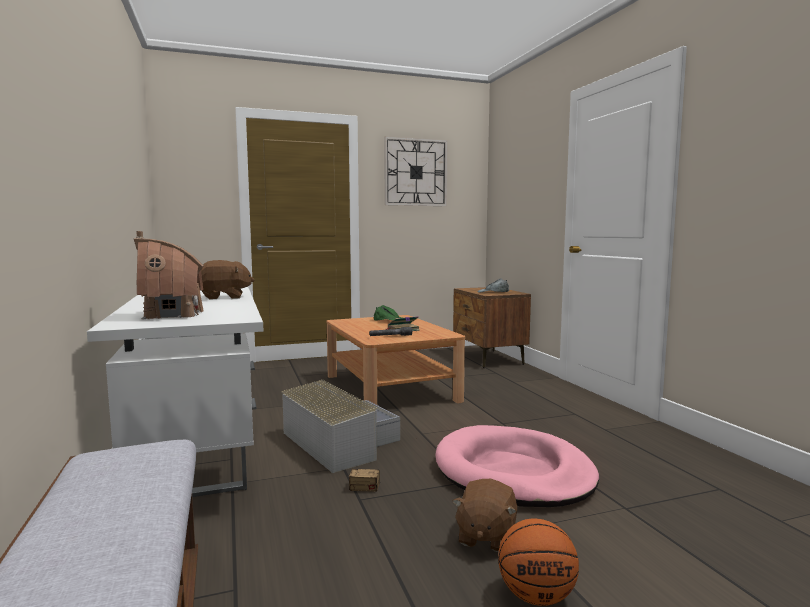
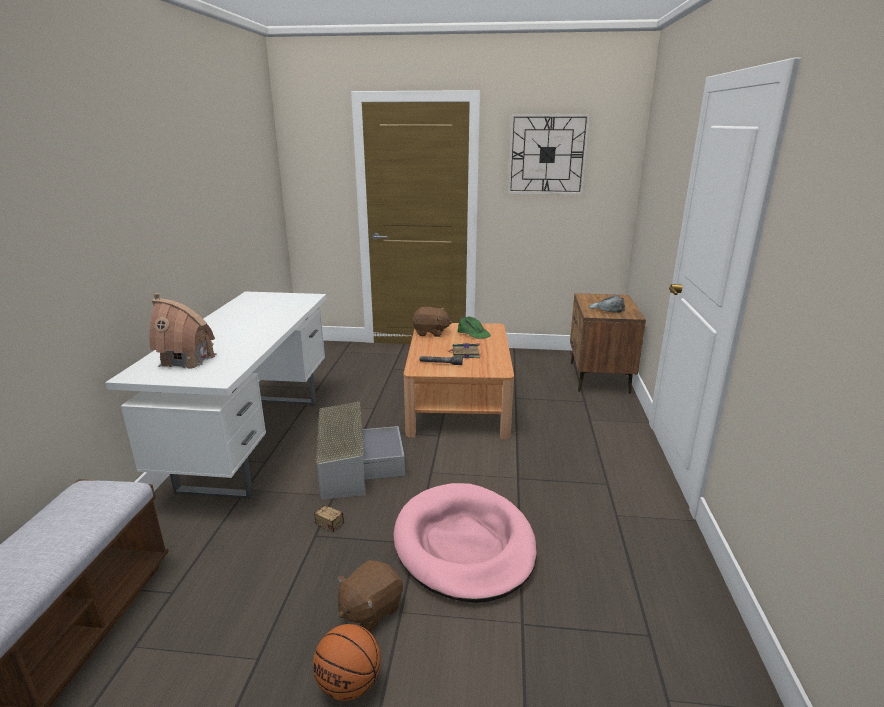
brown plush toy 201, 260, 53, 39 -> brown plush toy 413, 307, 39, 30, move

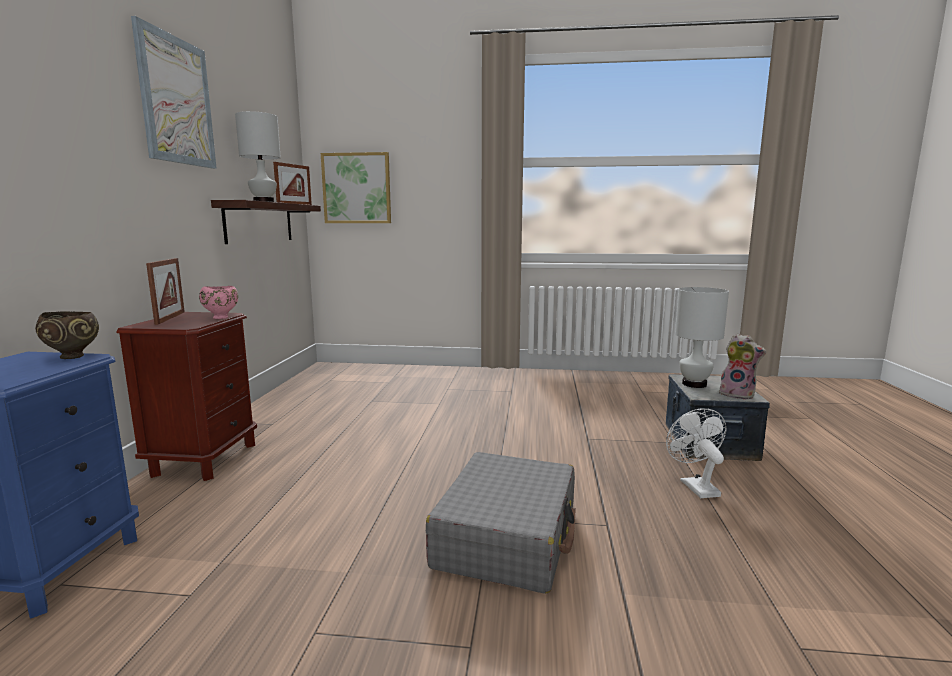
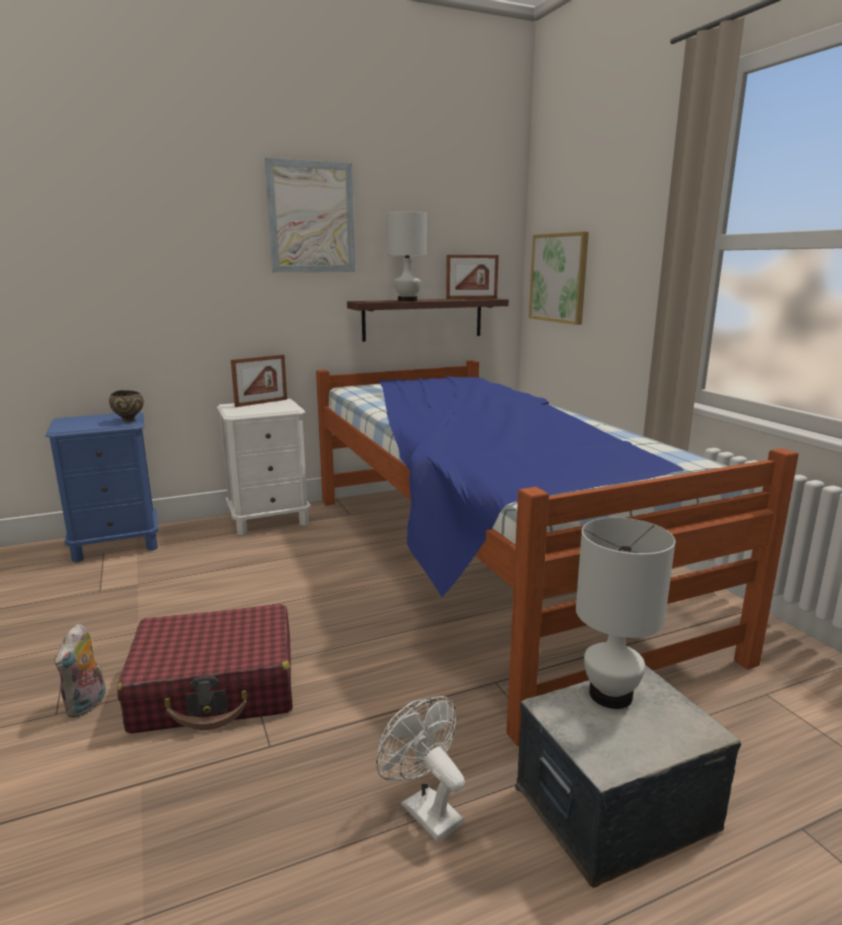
brown nightstand 116, 312, 141, 169 -> white nightstand 217, 399, 94, 136
pink bowl 199, 286, 39, 33 -> none
grey suitcase 426, 452, 150, 142 -> red suitcase 117, 604, 176, 130
white fan 666, 408, 61, 90 -> white fan 376, 696, 89, 146, 90 degrees counterclockwise
plush toy 719, 333, 48, 67 -> plush toy 55, 624, 51, 94, move
none -> bed 316, 360, 483, 386

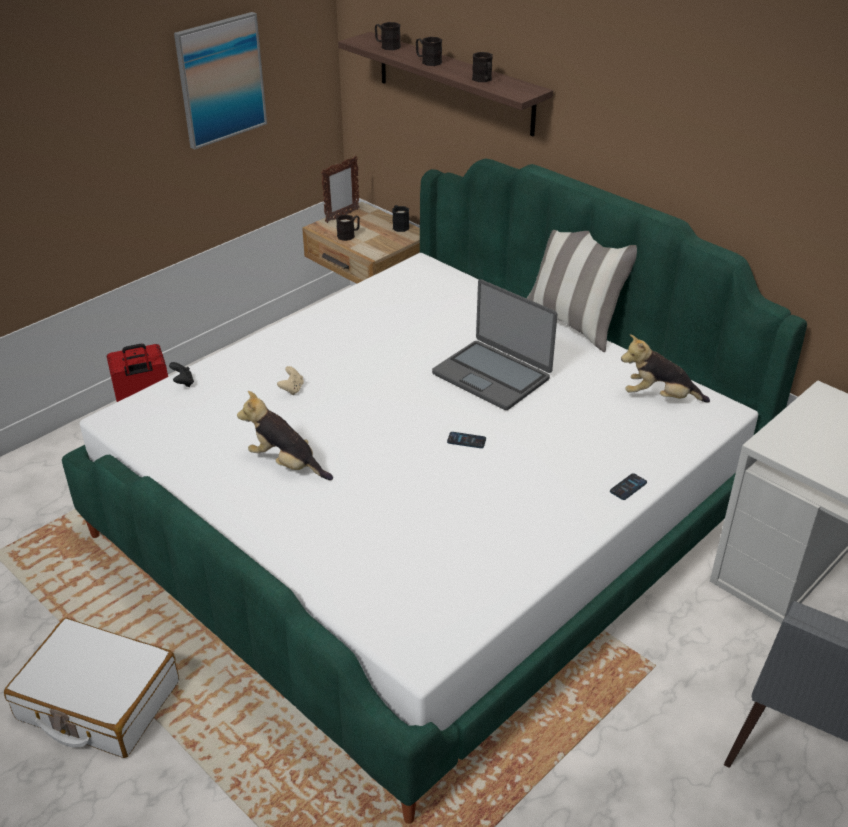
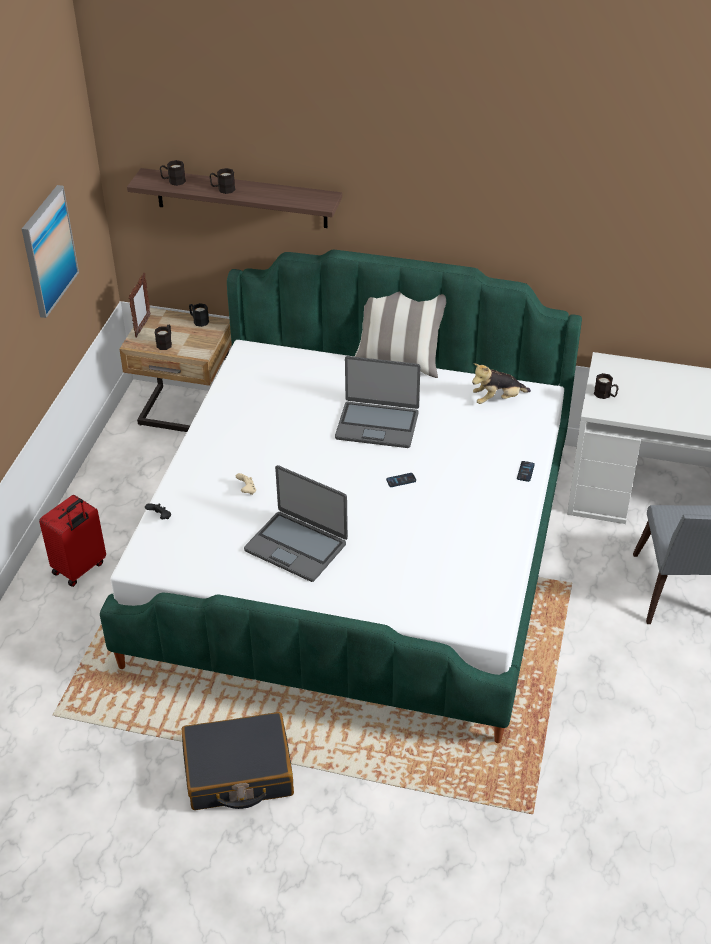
white suitcase 4, 618, 175, 140 -> black suitcase 182, 712, 112, 98
plush toy 237, 391, 96, 89 -> laptop 244, 465, 104, 117
black mug 472, 52, 21, 30 -> black mug 594, 373, 24, 26, move

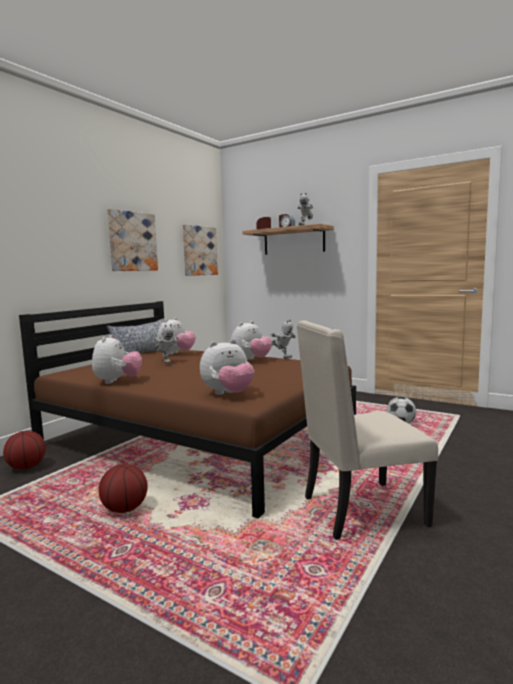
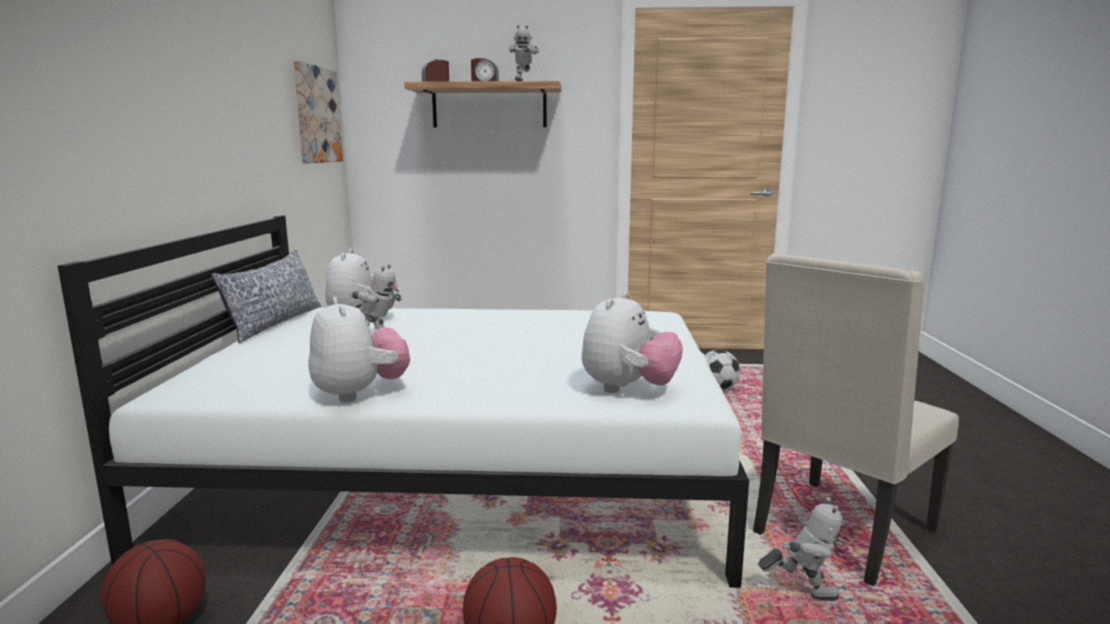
brown bed 19, 301, 337, 217 -> white bed 58, 215, 691, 373
picture 107, 209, 51, 62 -> none
plush toy 231, 321, 41, 39 -> none
toy robot 270, 320, 26, 38 -> toy robot 758, 497, 88, 104, move

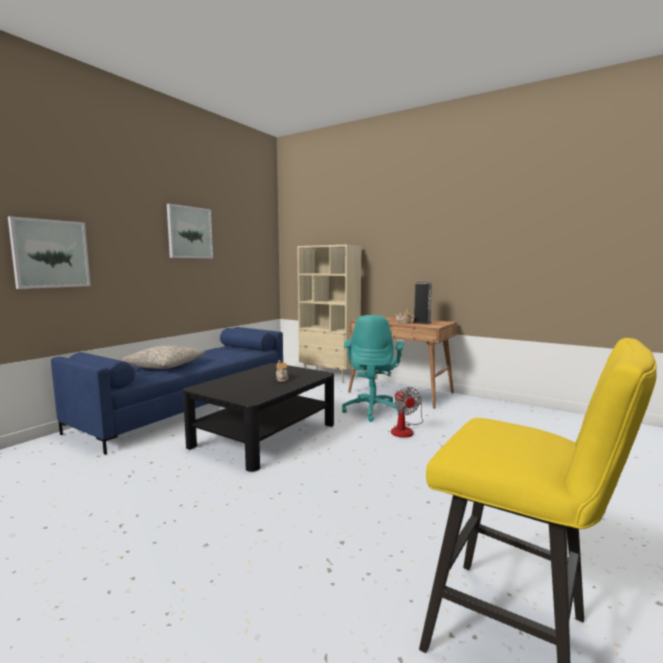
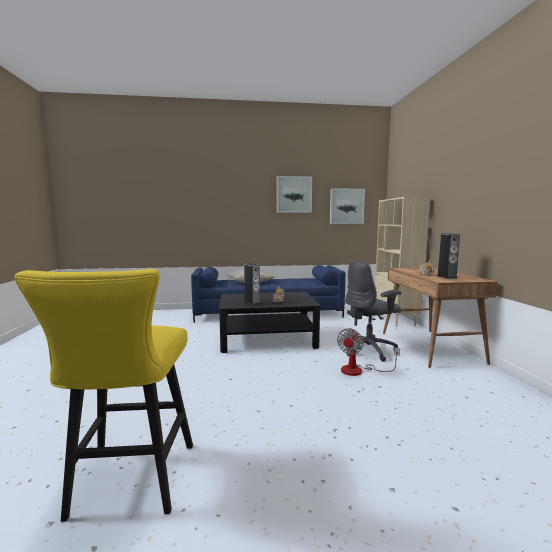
picture 8, 216, 83, 73 -> picture 330, 188, 35, 36, move
turquoise office chair 342, 315, 62, 107 -> grey office chair 345, 260, 56, 102
none -> speaker 244, 263, 17, 43

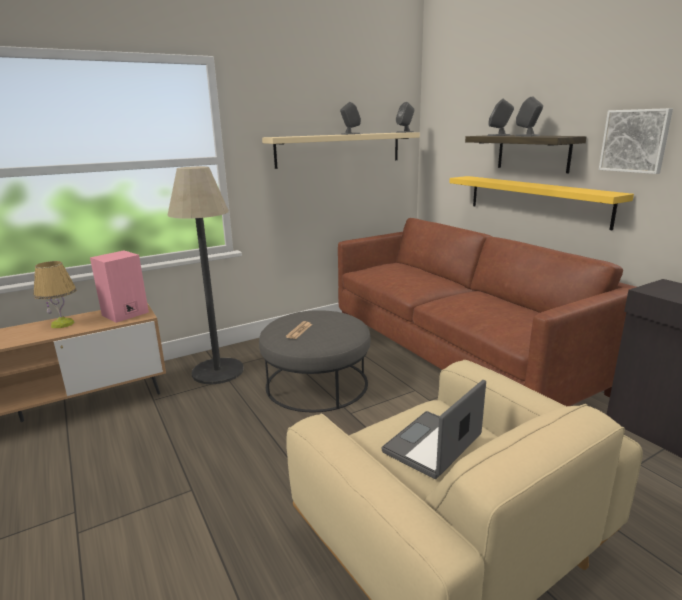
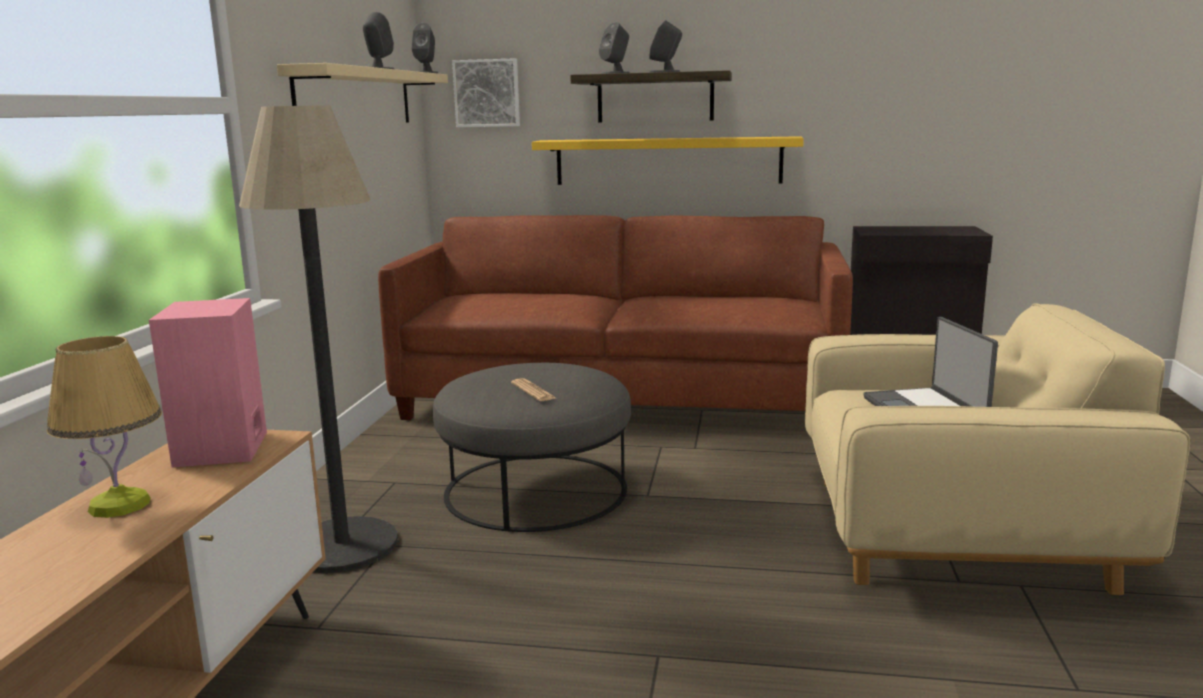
picture 599, 108, 74, 66 -> picture 452, 58, 68, 69, move

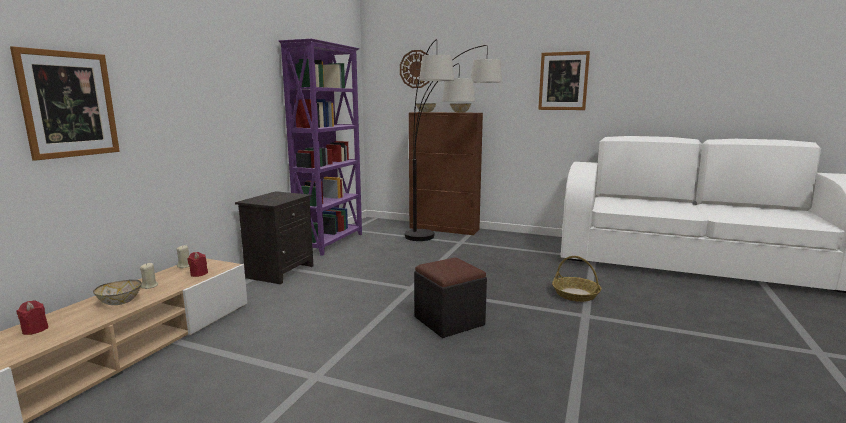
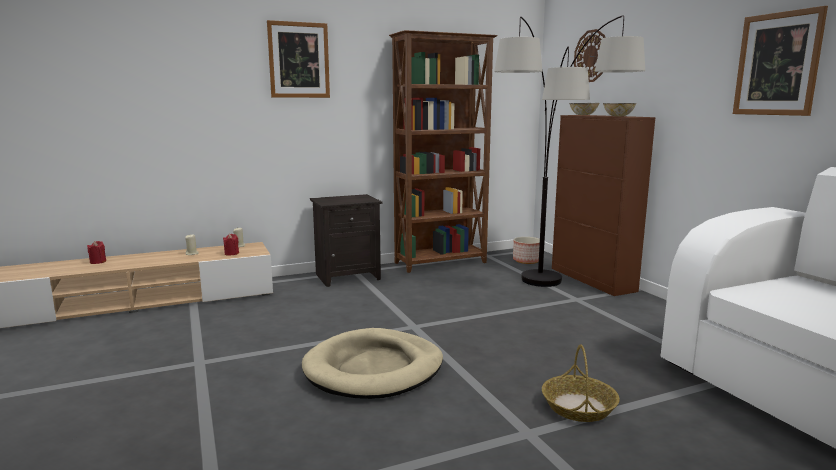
picture 10, 46, 110, 115 -> picture 267, 20, 63, 78, move
bowl 93, 280, 49, 25 -> none
purple bookcase 279, 38, 83, 218 -> brown bookcase 389, 30, 109, 243
black ottoman 414, 257, 73, 81 -> beige dog bed 302, 328, 141, 71
none -> planter 513, 237, 27, 27

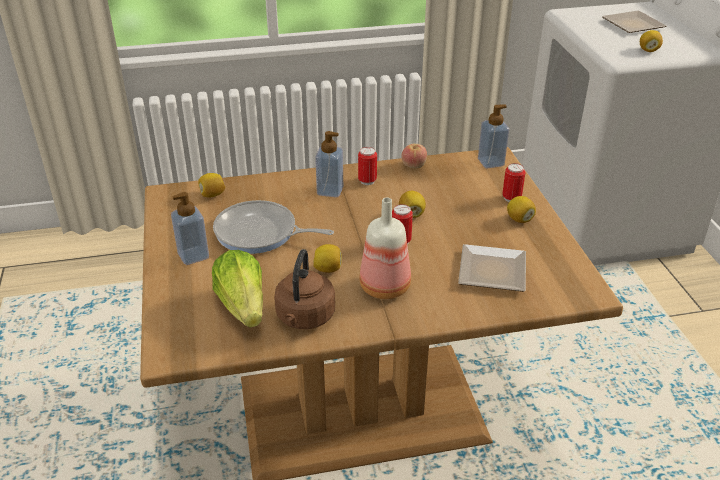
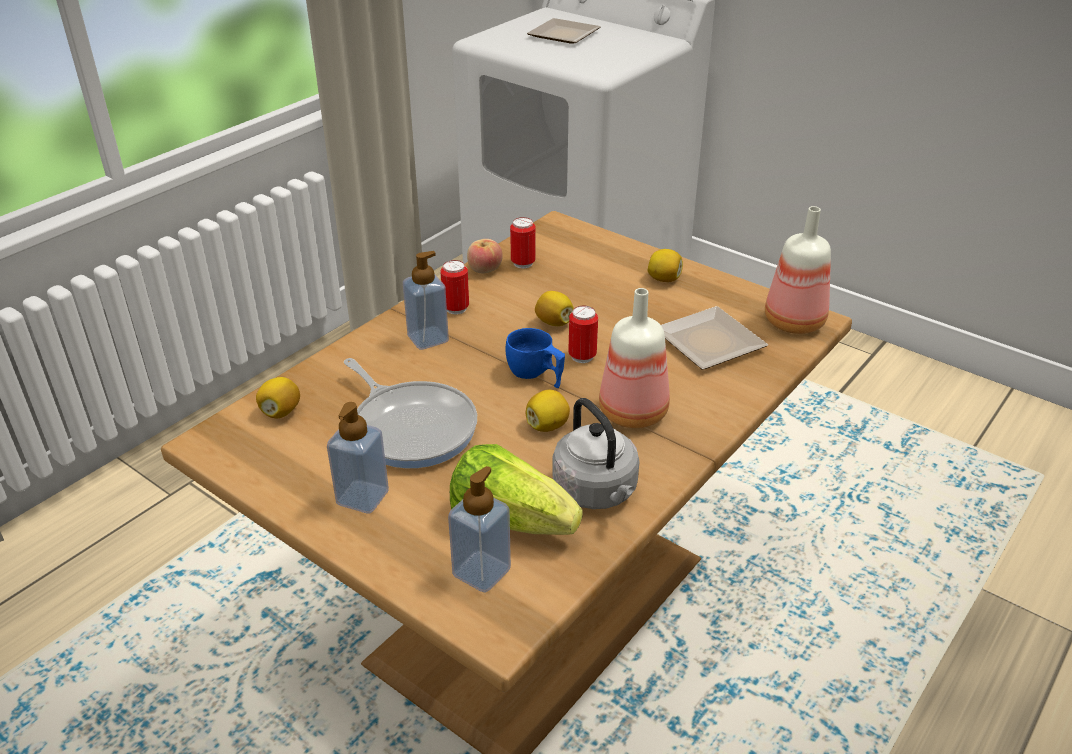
frying pan 213, 200, 121, 54 -> frying pan 344, 358, 133, 110, 105 degrees counterclockwise
brown kettle 274, 249, 61, 80 -> grey kettle 552, 398, 88, 111
soap dispenser 478, 105, 31, 63 -> soap dispenser 448, 466, 63, 127, move
can 502, 163, 24, 39 -> can 510, 217, 26, 52, move
lemon 640, 30, 23, 22 -> none
none -> blue cup 506, 328, 59, 60
none -> bottle 765, 206, 66, 128

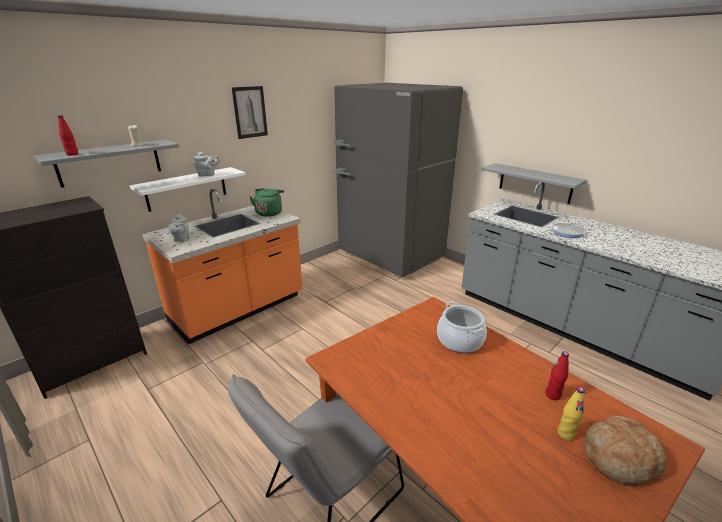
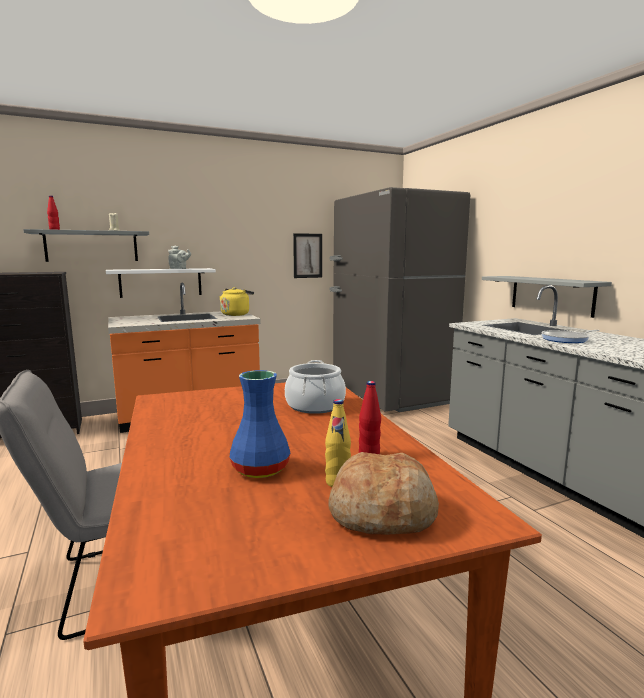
grey teapot 168, 214, 22, 28 -> none
picture 232, 86, 36, 53 -> picture 293, 233, 29, 45, move
green kettle 249, 188, 35, 29 -> yellow kettle 219, 287, 35, 29
none -> blue vase 230, 370, 60, 108

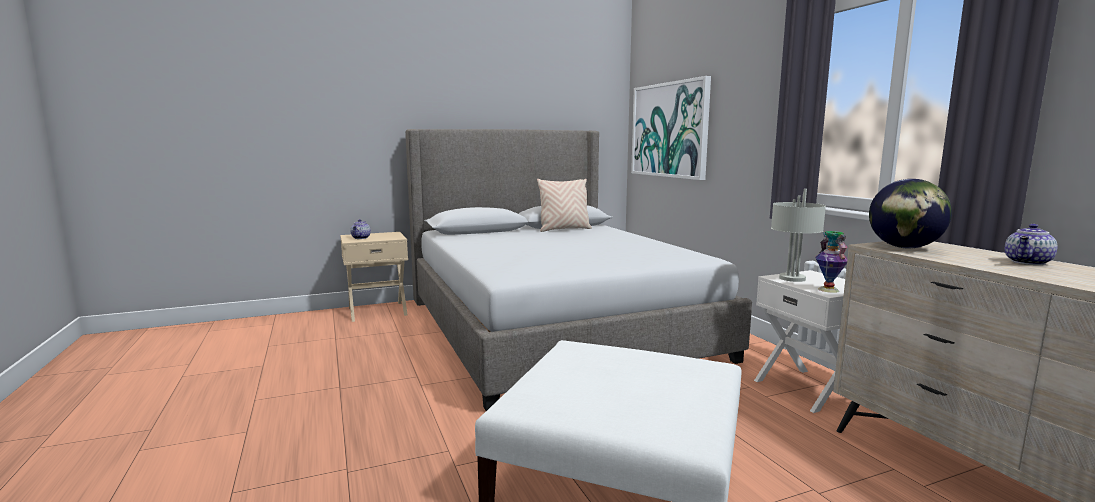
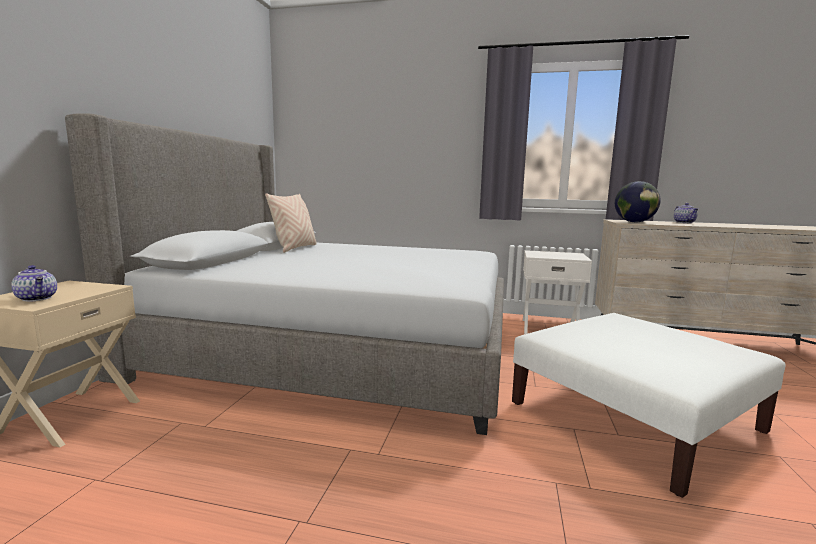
picture 631, 76, 80, 104 -> none
grey table lamp 771, 189, 55, 93 -> none
vase 815, 231, 32, 62 -> none

